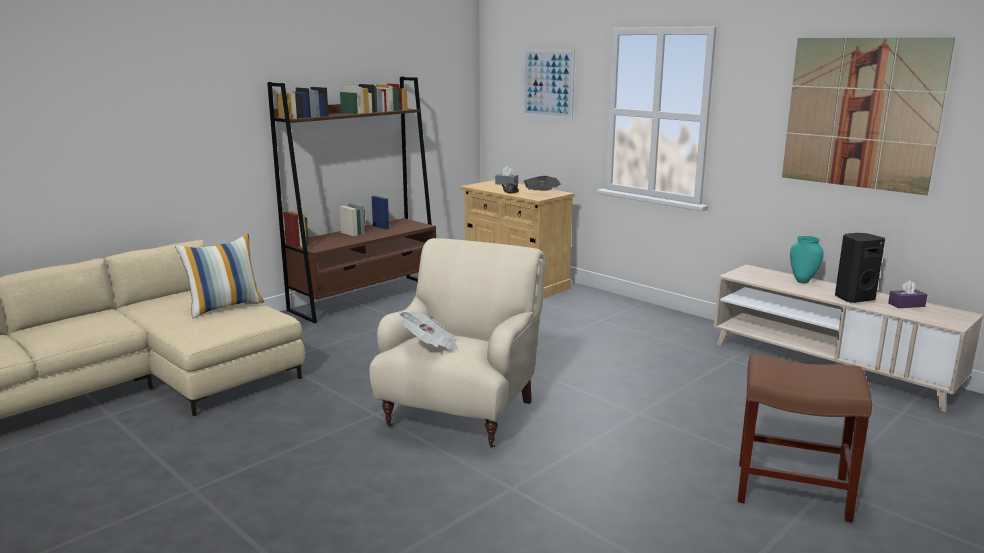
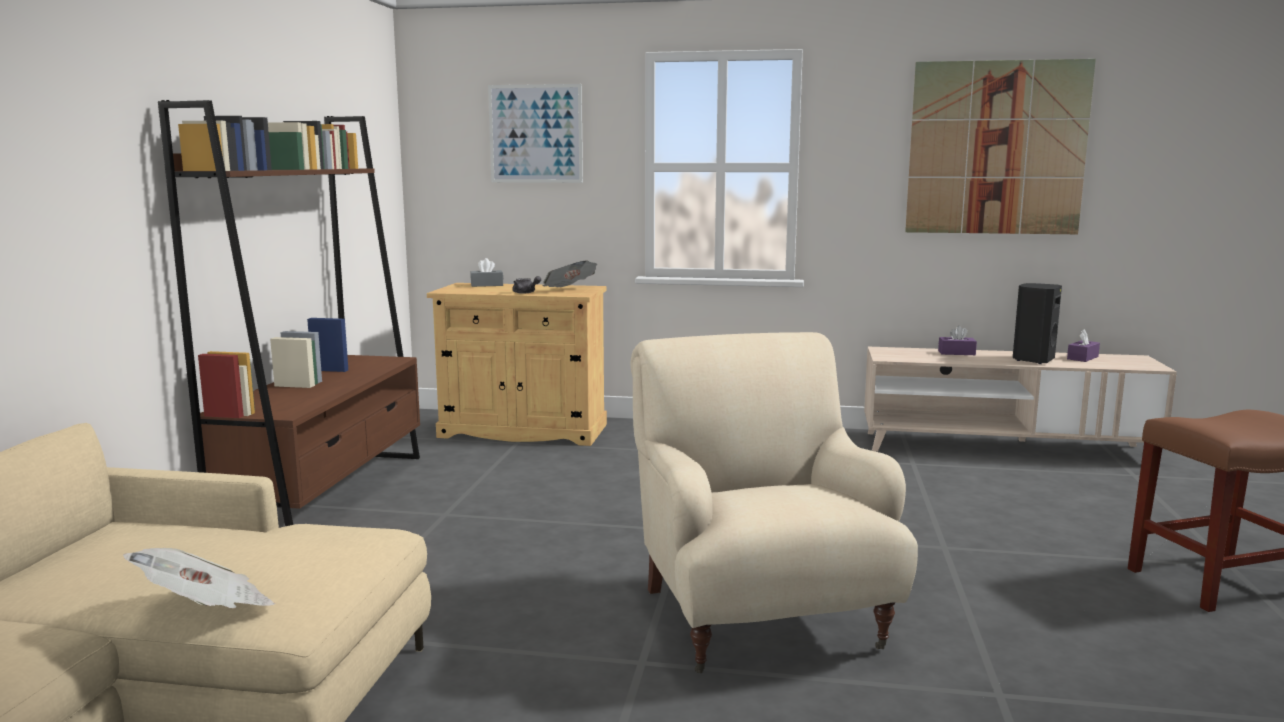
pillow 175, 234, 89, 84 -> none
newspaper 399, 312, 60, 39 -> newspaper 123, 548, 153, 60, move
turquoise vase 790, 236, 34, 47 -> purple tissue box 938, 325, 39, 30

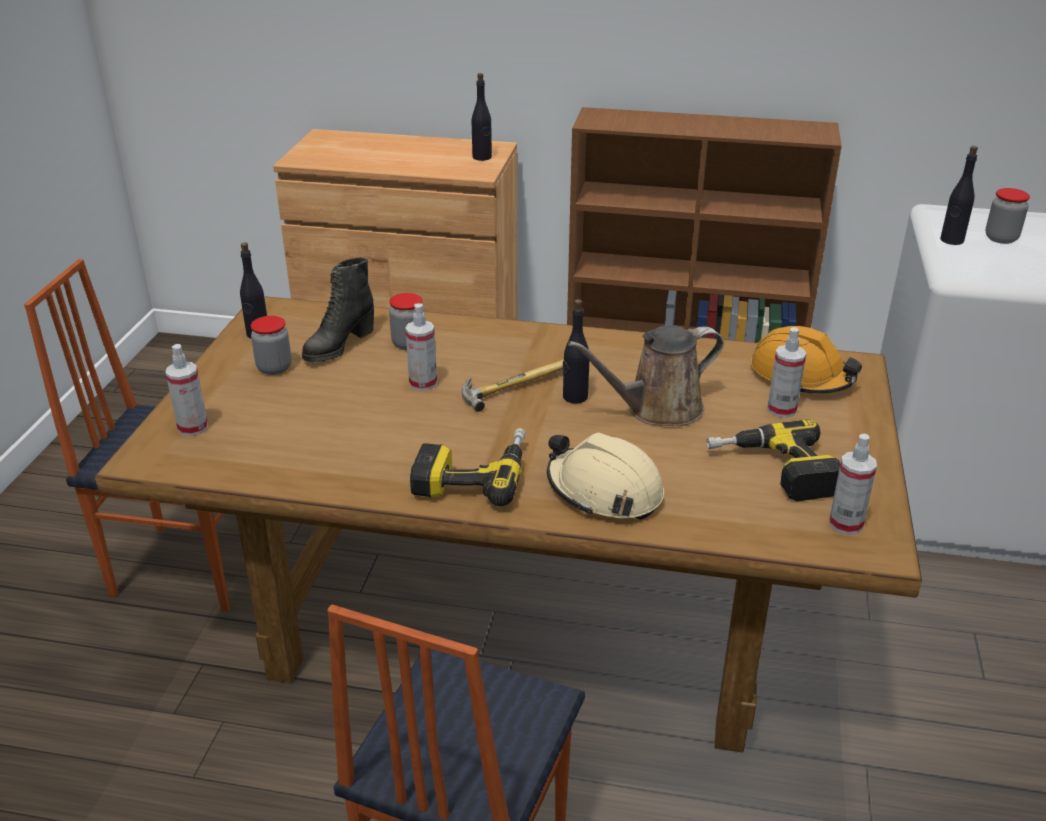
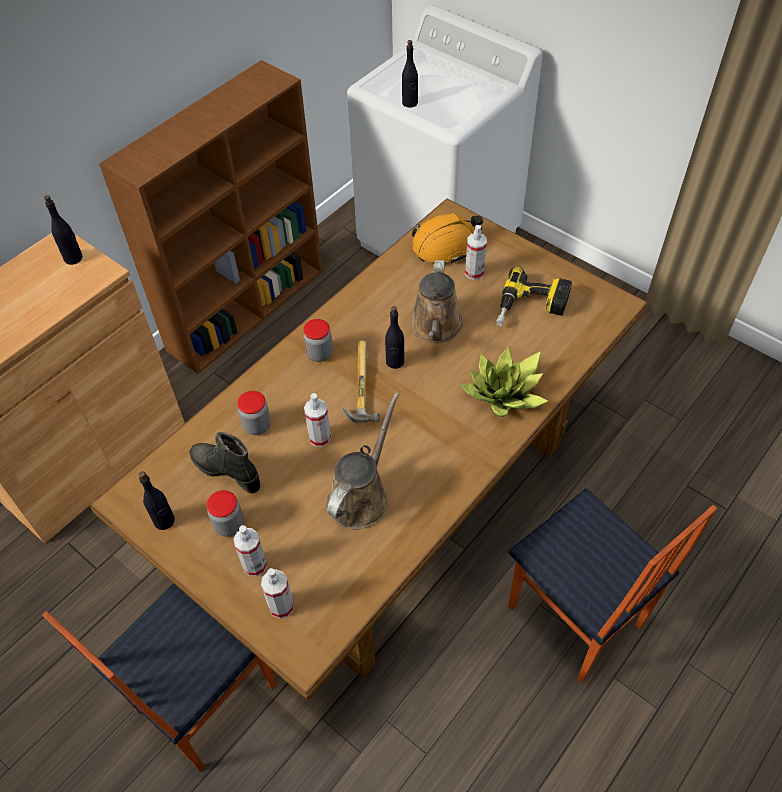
black boot 302, 257, 72, 105 -> black boot 189, 432, 72, 62, 150 degrees clockwise
power drill 410, 428, 116, 78 -> none
beige hard hat 547, 432, 117, 88 -> potted plant 459, 347, 89, 70
spray bottle 829, 434, 48, 101 -> spray bottle 234, 525, 33, 51, move
jar 986, 188, 44, 56 -> jar 303, 319, 30, 43, move
none -> brown watering can 327, 393, 73, 136

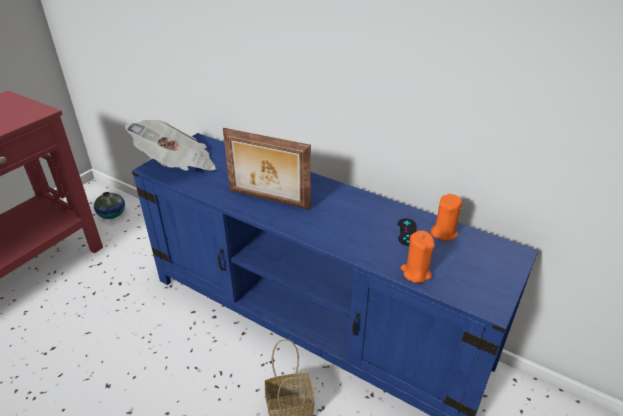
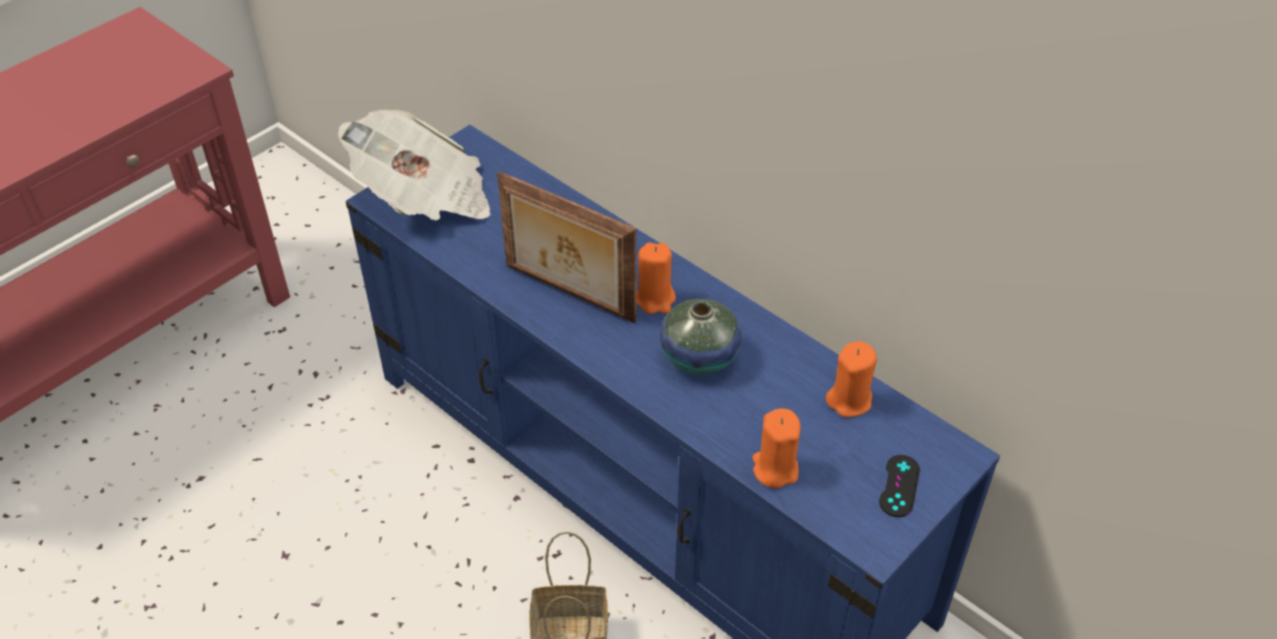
vase 94, 192, 31, 27 -> vase 660, 299, 82, 76, move
black game controller 398, 218, 19, 28 -> black game controller 879, 455, 41, 62, move
none -> orange candle 636, 242, 40, 72

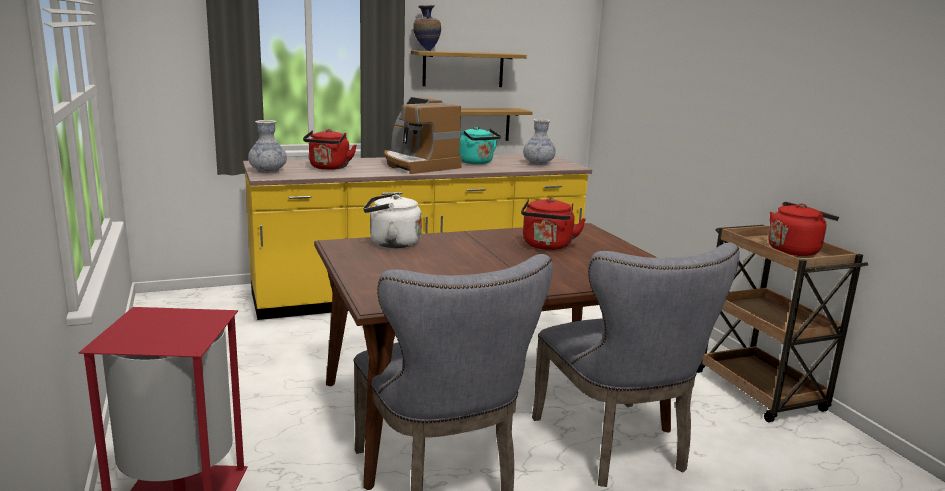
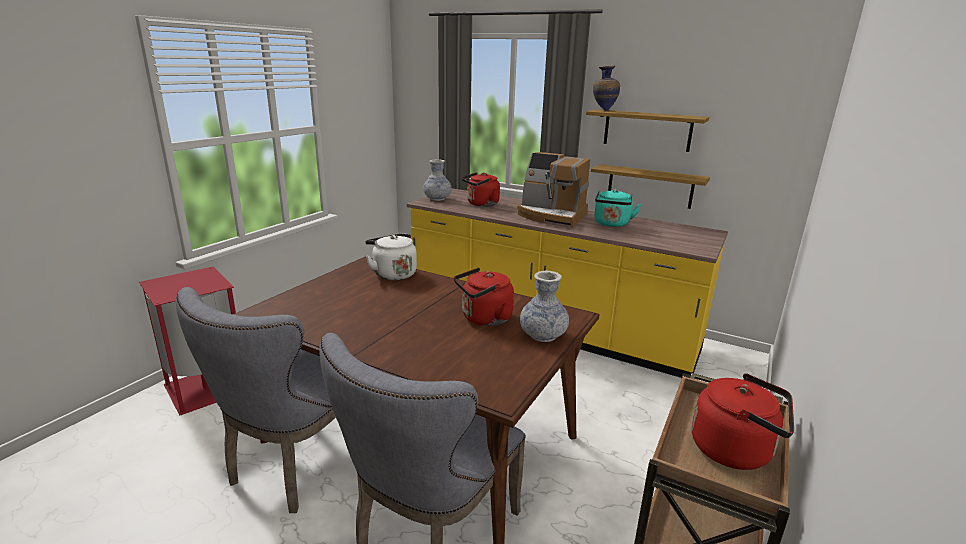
coffee machine 384, 97, 78, 77 -> coffee machine 517, 152, 73, 76, 75 degrees counterclockwise
vase 523, 119, 33, 46 -> vase 520, 270, 49, 72, move

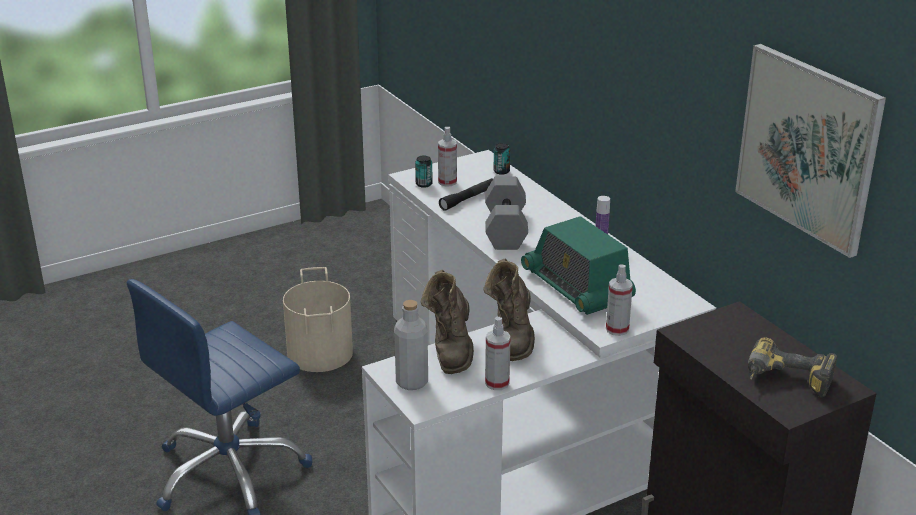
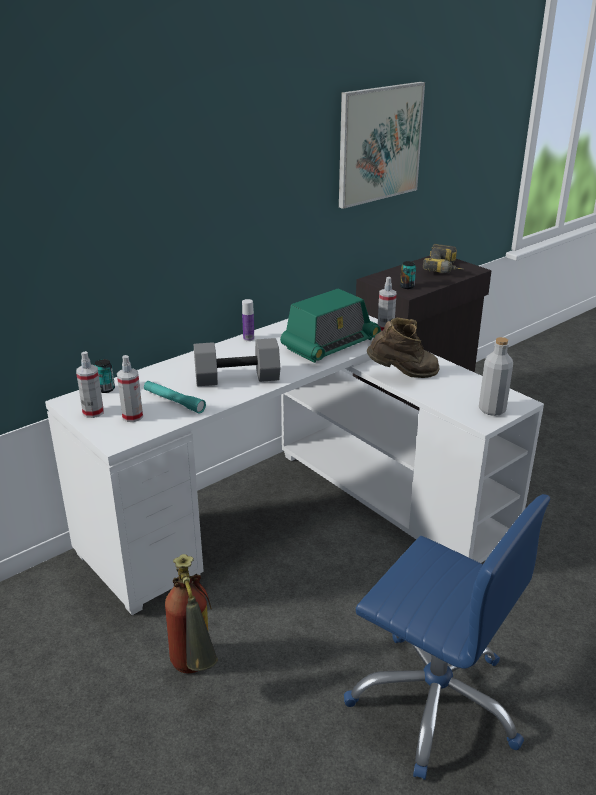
beige bucket 283, 267, 70, 105 -> fire extinguisher 165, 554, 53, 120
can 415, 156, 17, 32 -> can 400, 261, 16, 28, move
brown boot 421, 270, 53, 104 -> none
black flashlight 439, 178, 54, 33 -> turquoise flashlight 144, 381, 62, 32
spray bottle 485, 317, 26, 73 -> spray bottle 76, 351, 28, 67, move

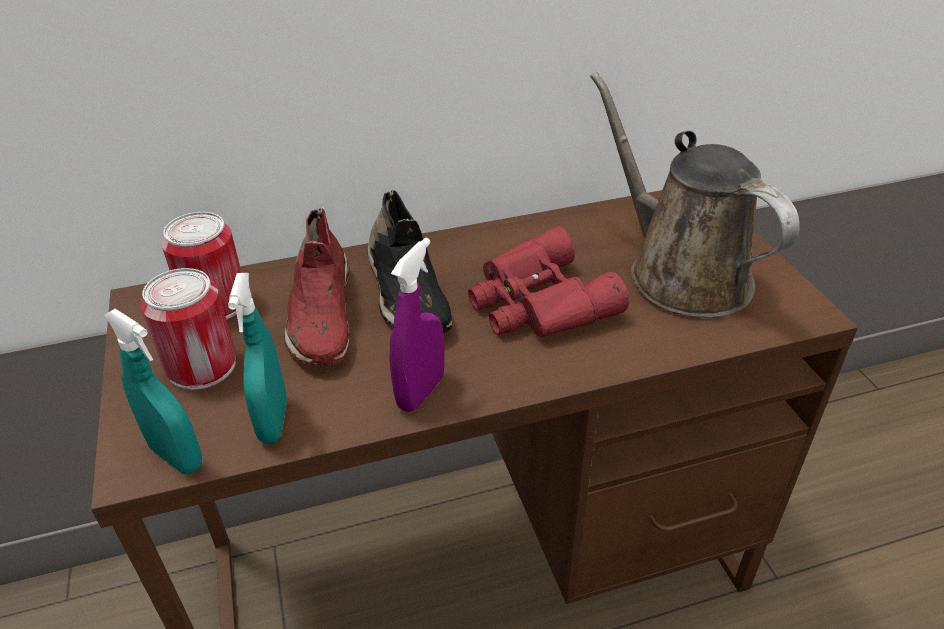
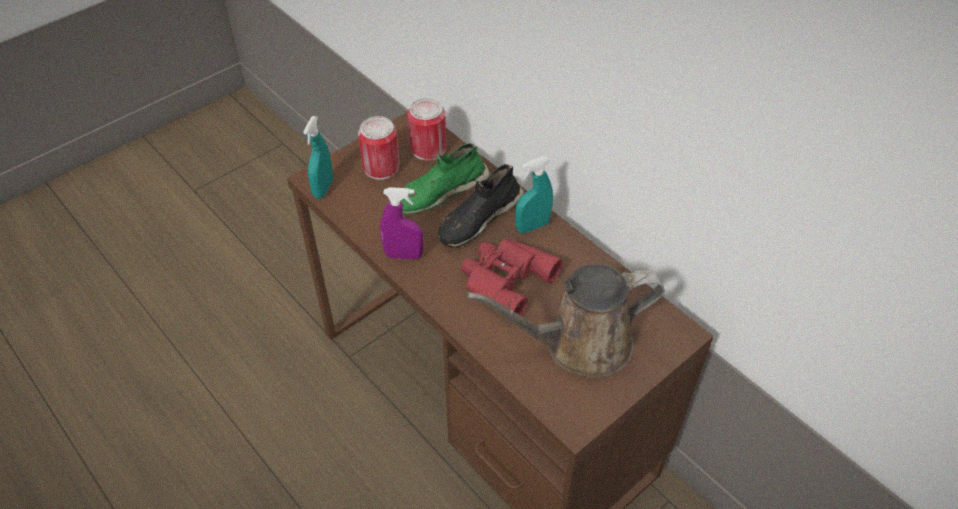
turquoise spray bottle 228, 273, 59, 171 -> turquoise spray bottle 515, 156, 38, 77, move
red shoe 284, 207, 66, 159 -> green shoe 401, 143, 90, 72
brown watering can 590, 72, 210, 246 -> brown watering can 467, 264, 197, 114, 135 degrees counterclockwise

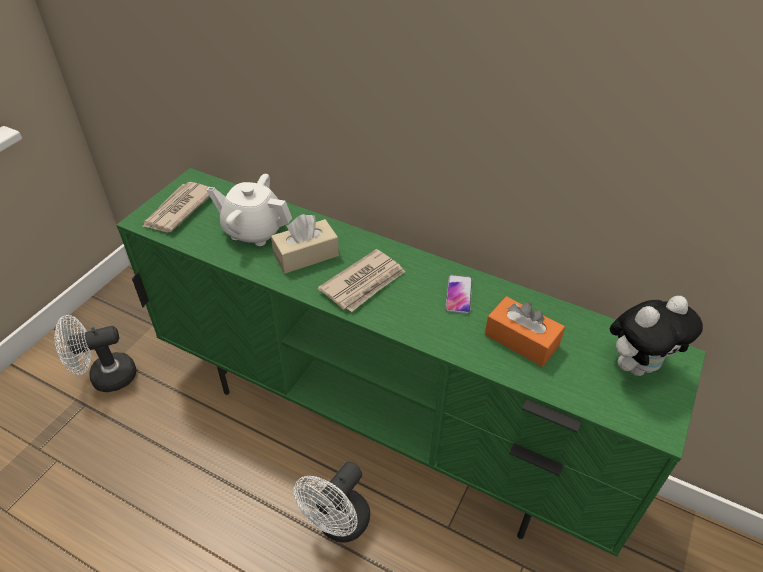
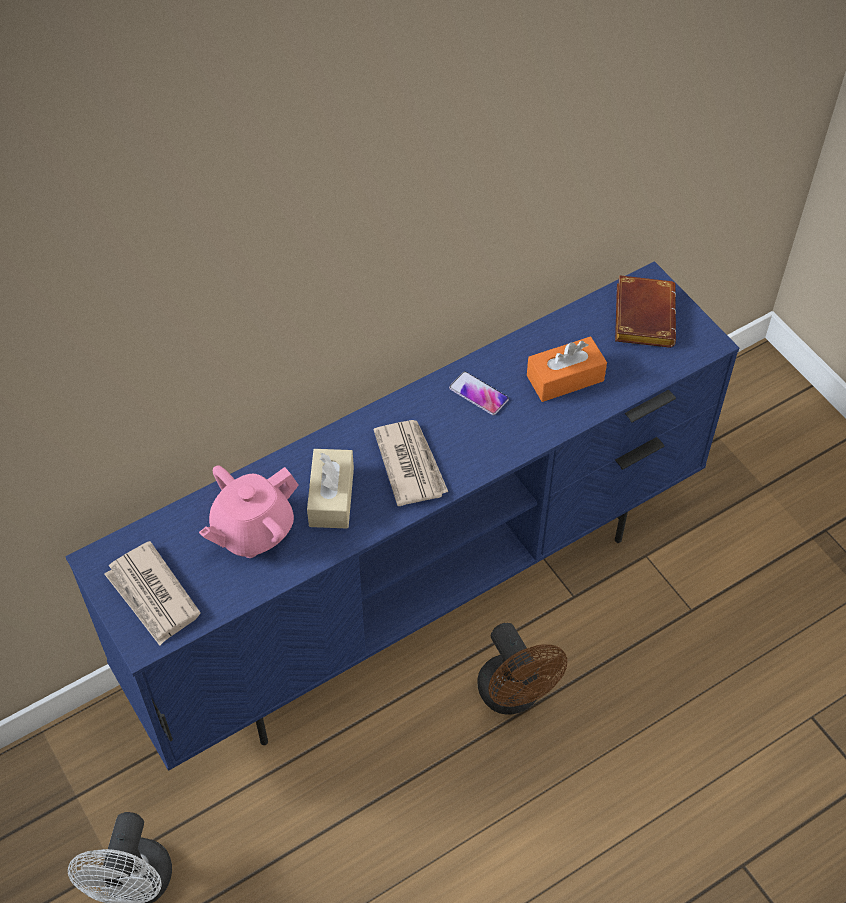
green tv stand 116, 168, 590, 389 -> blue tv stand 65, 261, 674, 510
white teapot 207, 174, 85, 72 -> pink teapot 199, 465, 100, 93
white fan 293, 462, 77, 81 -> brown fan 477, 623, 90, 91
plush toy 610, 296, 93, 80 -> brown book 615, 275, 61, 73

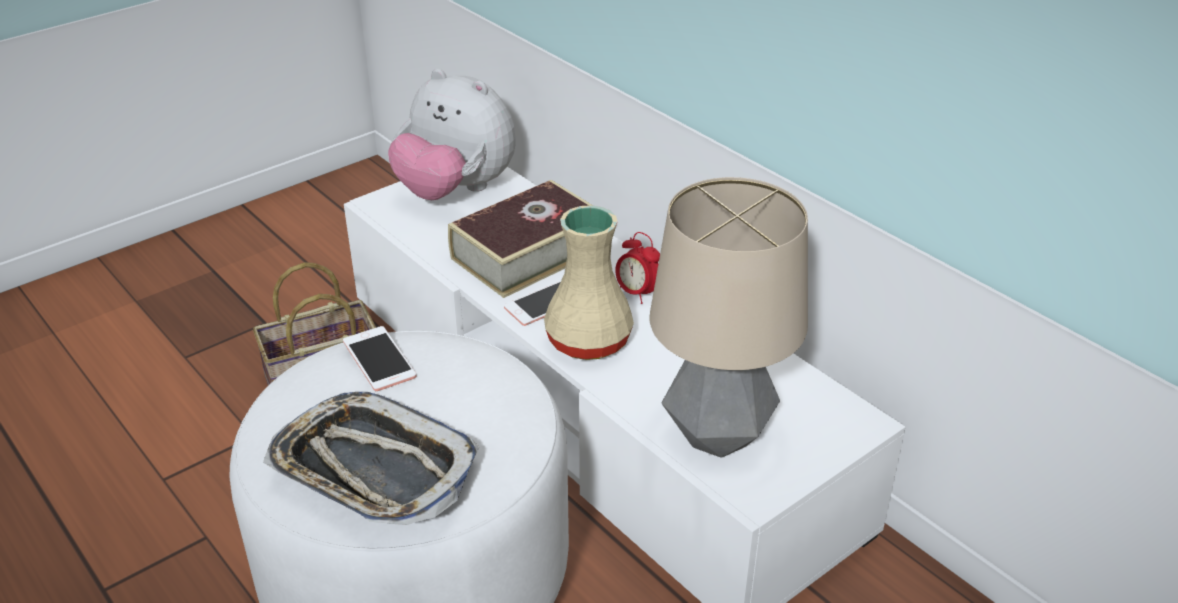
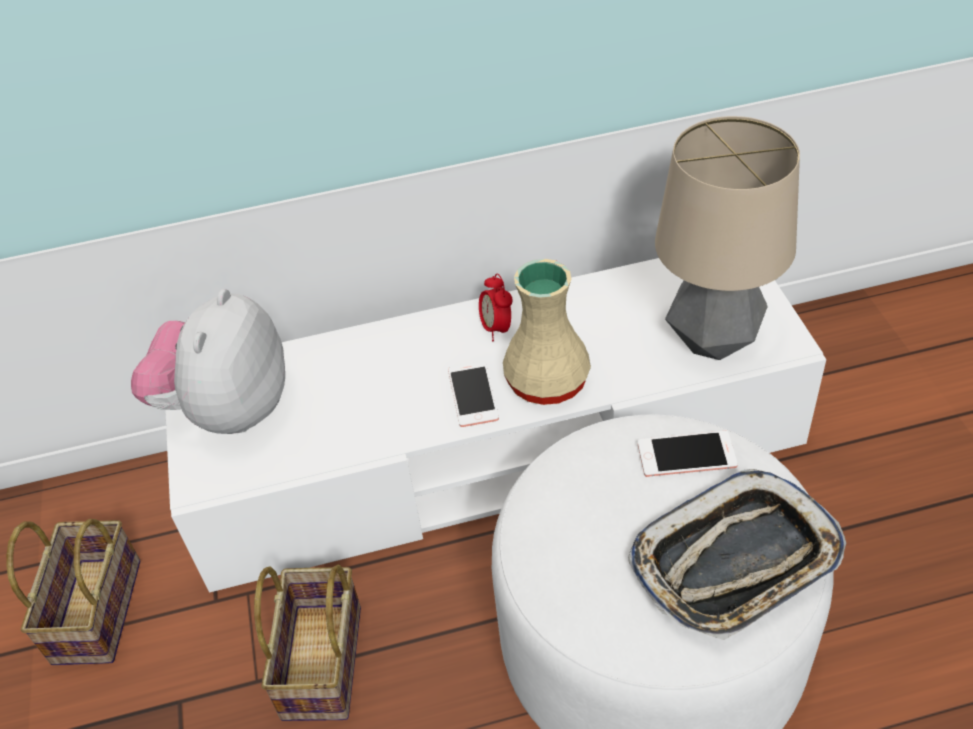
phone 343, 326, 74, 65 -> phone 638, 431, 100, 46, move
plush toy 388, 69, 128, 131 -> plush toy 131, 289, 154, 145, 135 degrees clockwise
book 448, 180, 145, 118 -> none
alarm clock 615, 232, 45, 72 -> alarm clock 479, 274, 34, 67, 90 degrees clockwise
none -> basket 6, 519, 134, 146

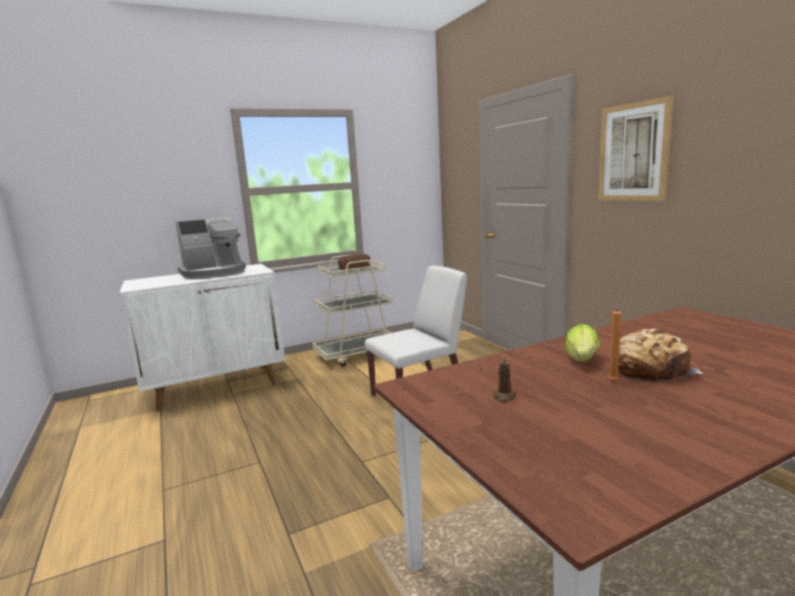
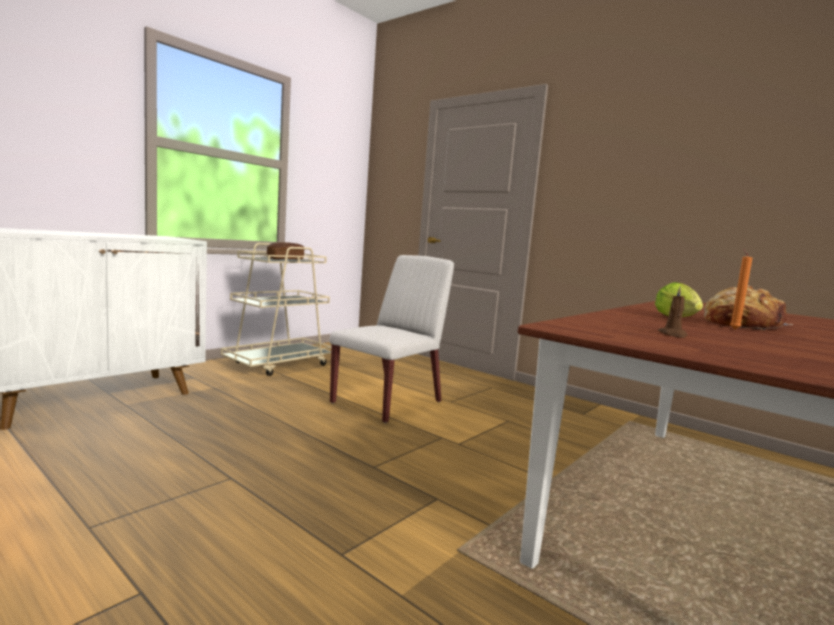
coffee machine 176, 218, 70, 61 -> none
picture 598, 95, 76, 106 -> none

